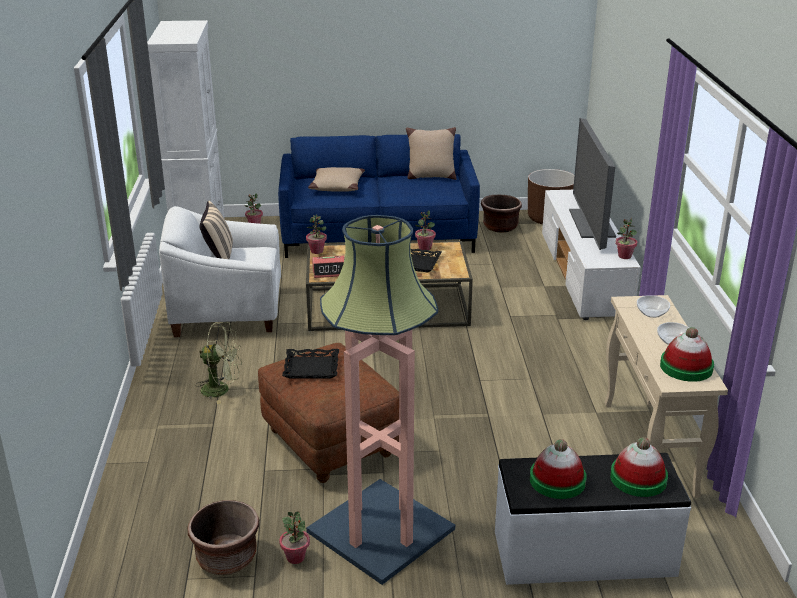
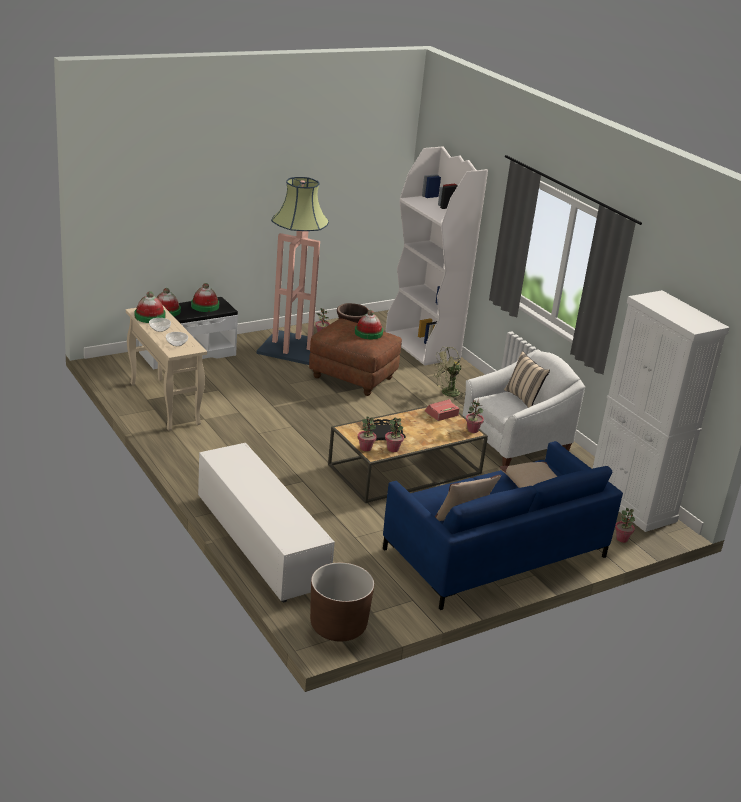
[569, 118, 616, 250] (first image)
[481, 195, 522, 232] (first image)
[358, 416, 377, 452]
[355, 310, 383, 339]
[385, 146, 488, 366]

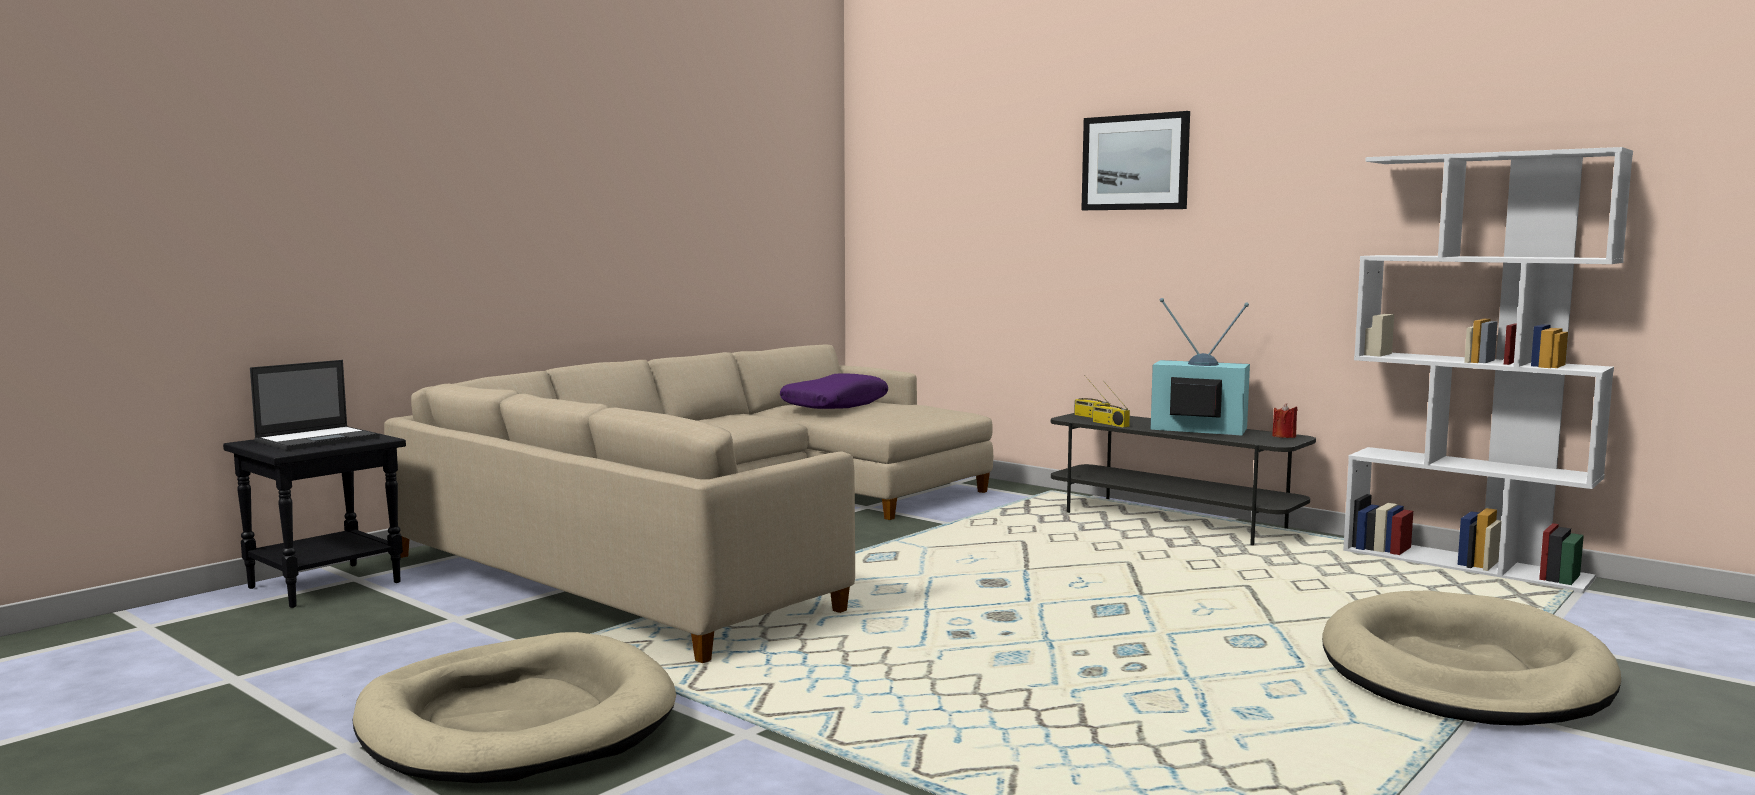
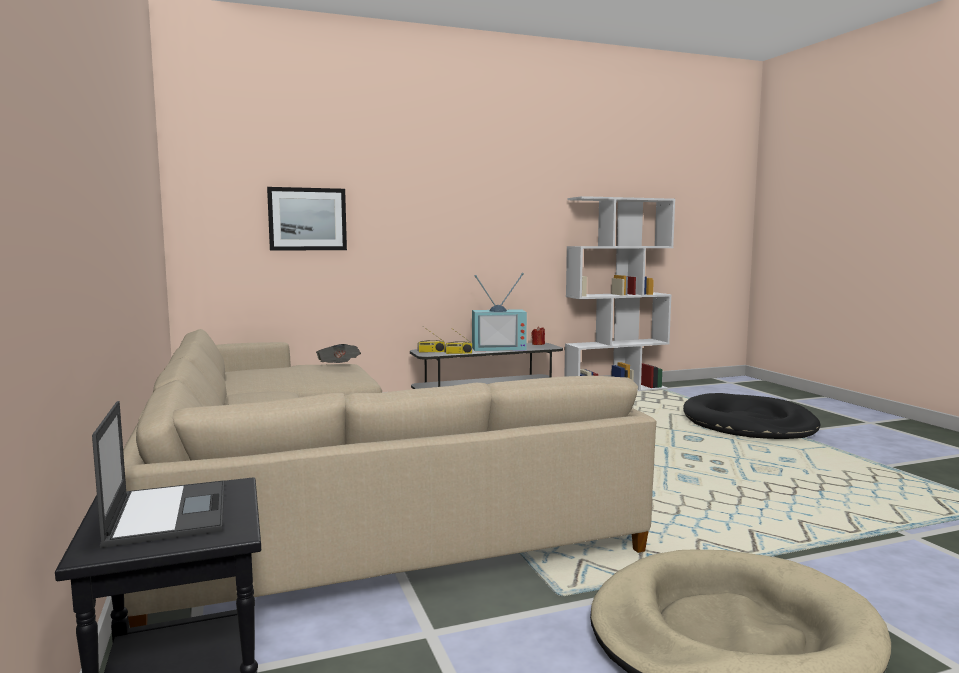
[267, 187, 347, 251]
[472, 273, 527, 351]
[780, 373, 888, 409] (first image)
[683, 393, 821, 439]
[316, 344, 361, 363]

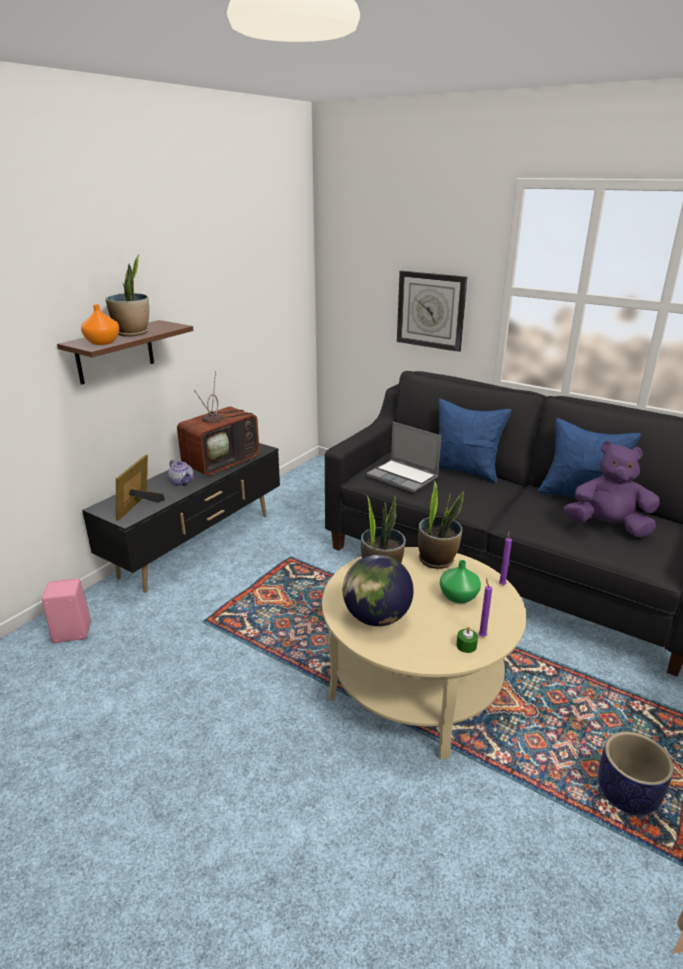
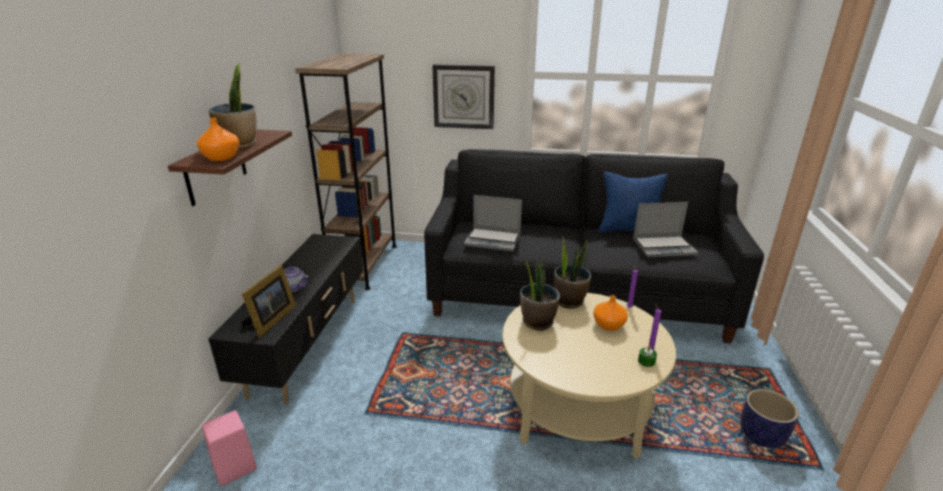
[177, 371, 259, 476] (first image)
[438, 399, 512, 483] (first image)
[633, 202, 698, 257]
[242, 265, 296, 337]
[343, 554, 414, 626] (first image)
[593, 295, 628, 331]
[295, 54, 397, 290]

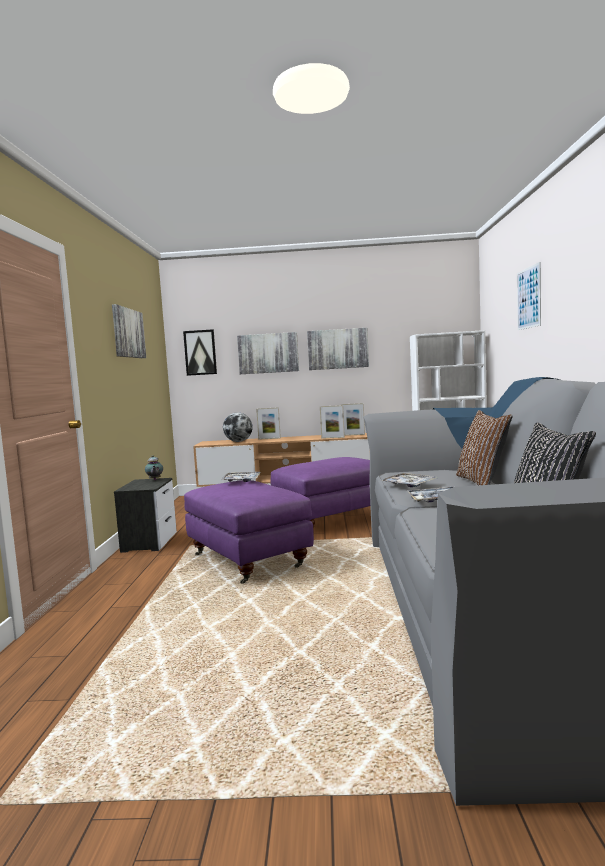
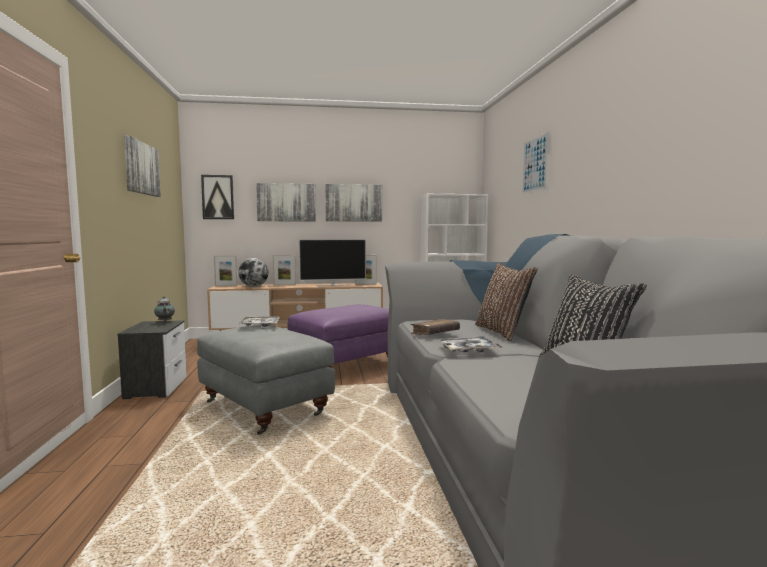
[214, 256, 237, 286]
[410, 319, 460, 335]
[197, 325, 335, 434]
[299, 239, 366, 286]

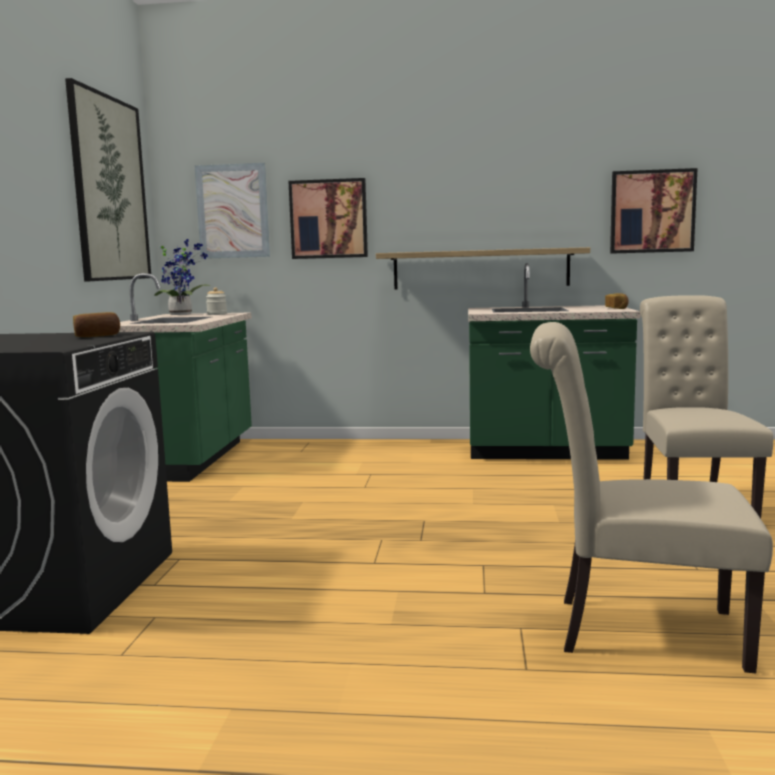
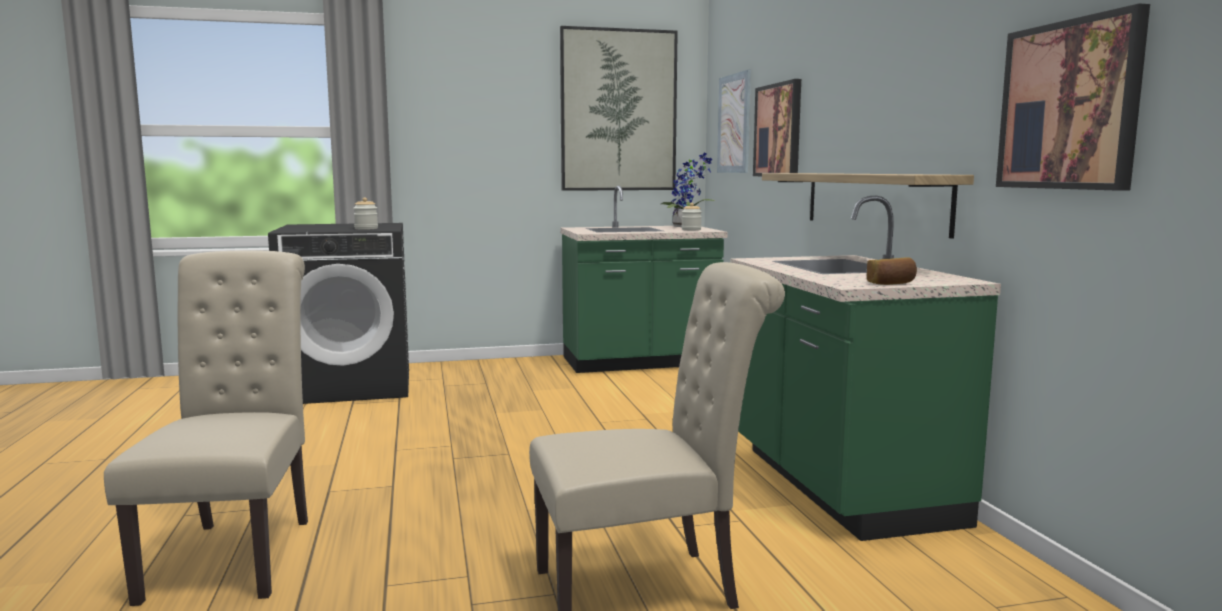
[353, 197, 378, 230]

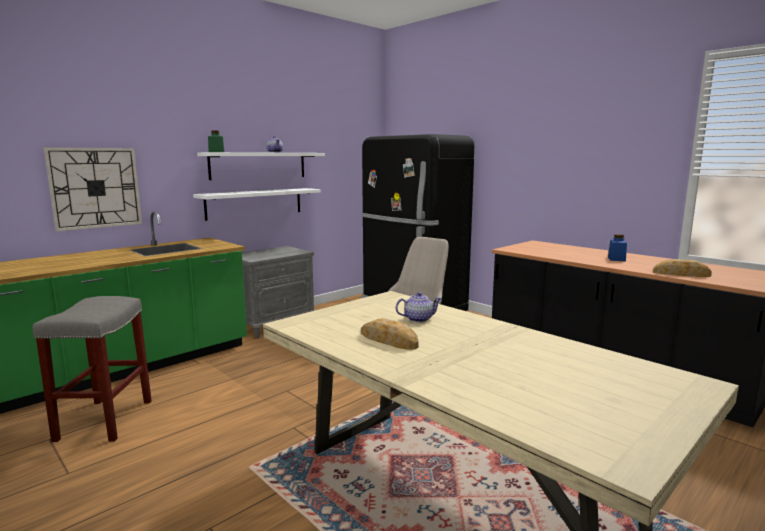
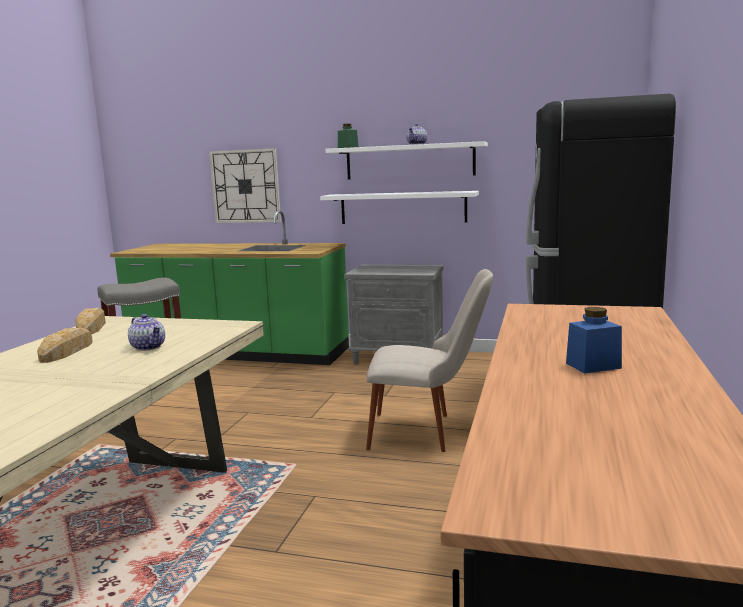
[75, 308, 106, 334]

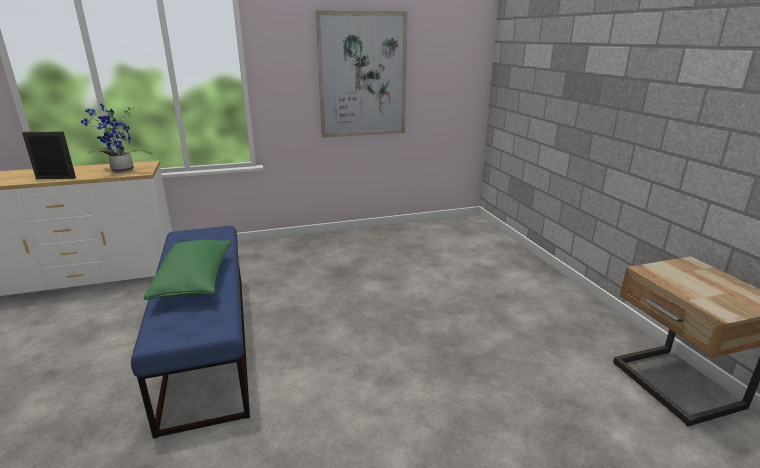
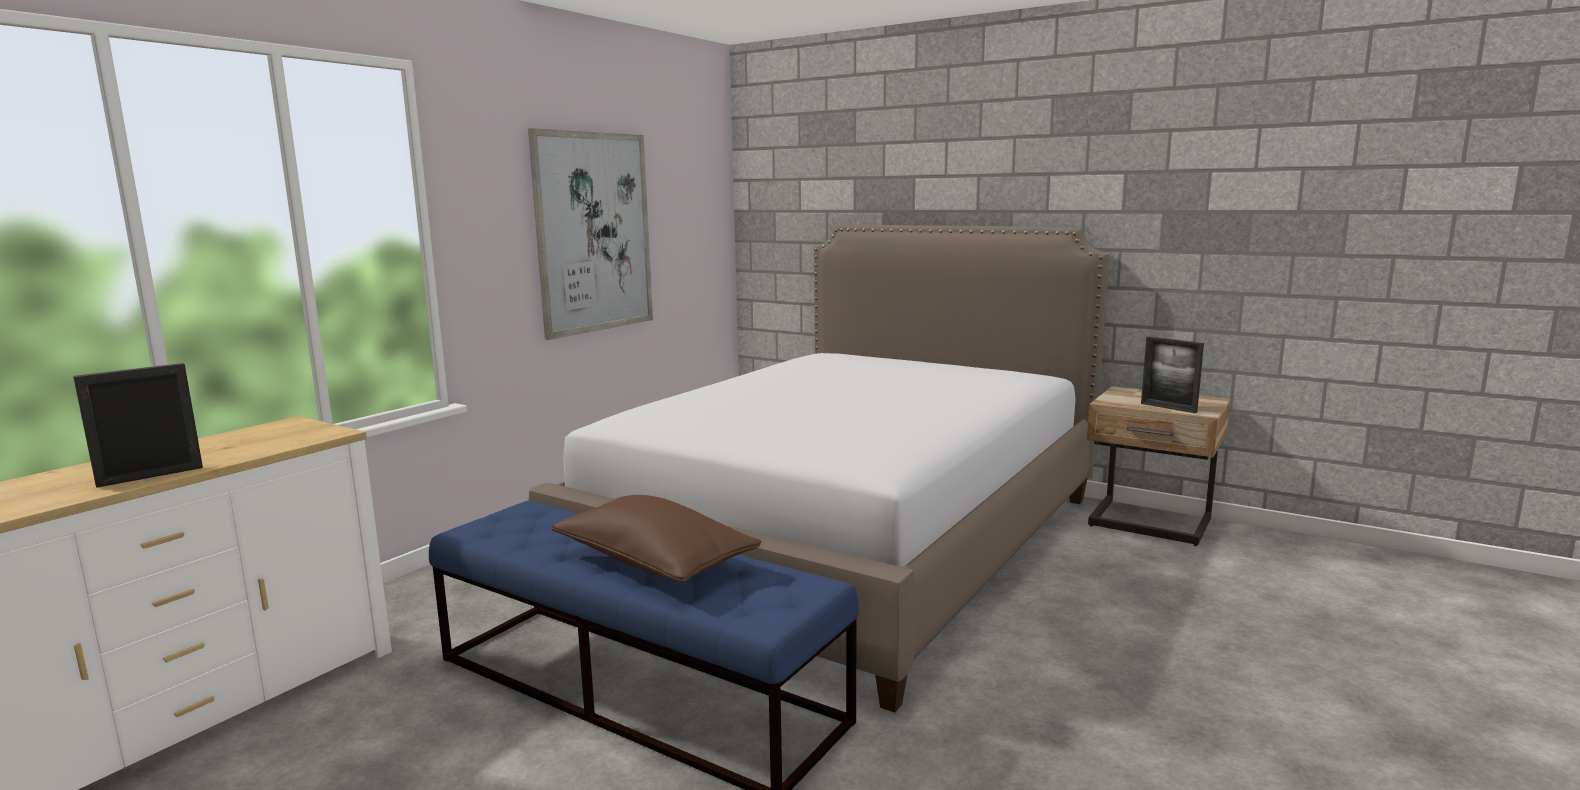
[81, 103, 153, 173] (first image)
[552, 495, 762, 583]
[529, 225, 1110, 713]
[1141, 337, 1204, 413]

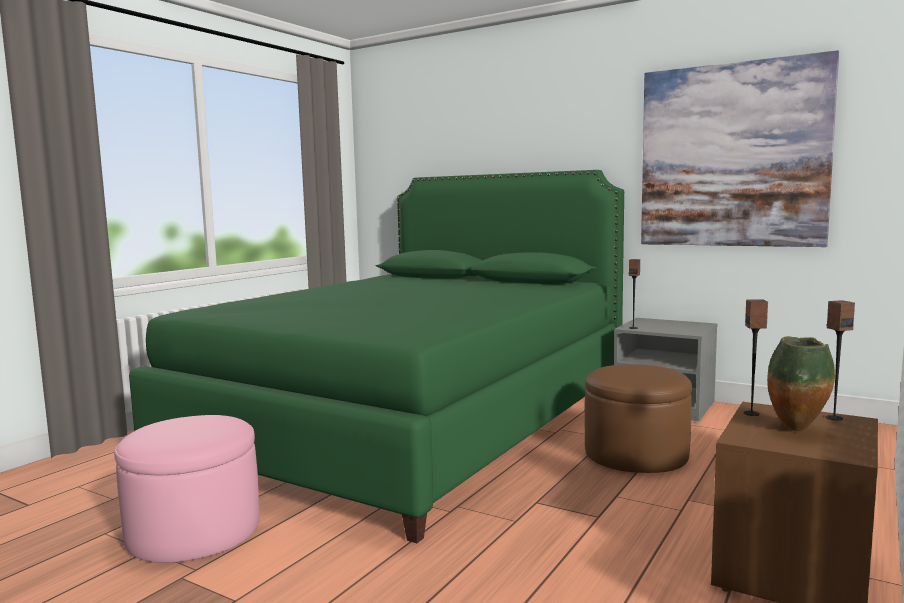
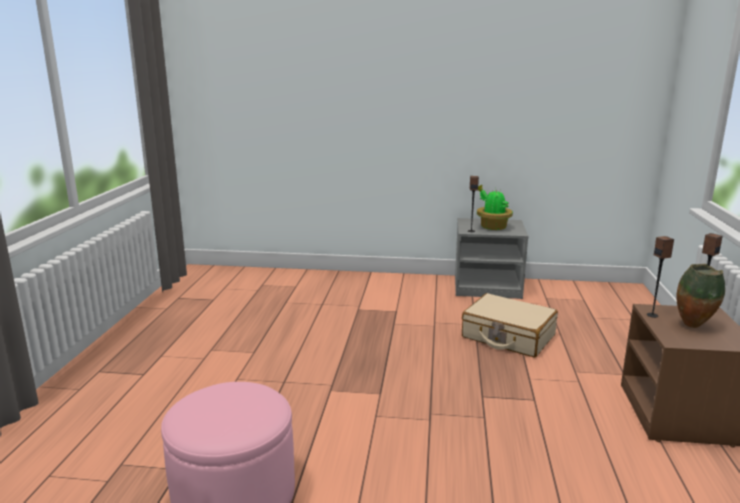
[641, 50, 839, 247] (first image)
[129, 170, 624, 543] (first image)
[462, 293, 558, 358]
[477, 185, 513, 230]

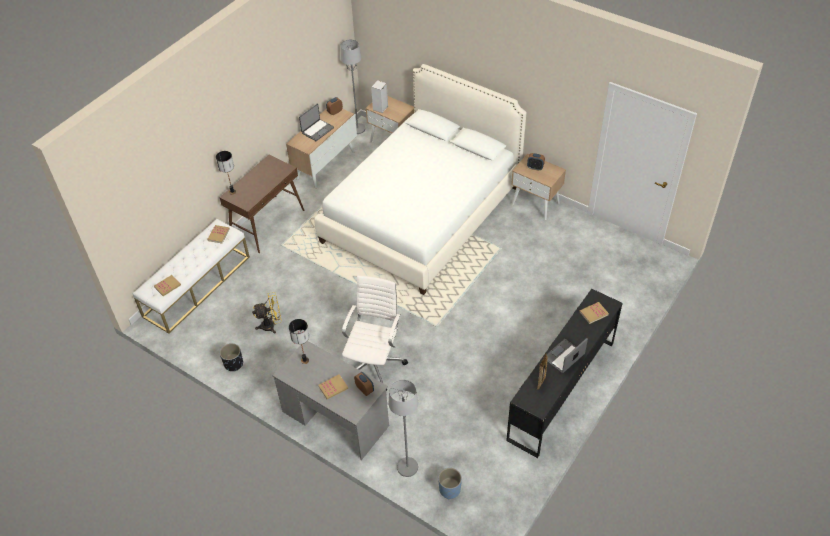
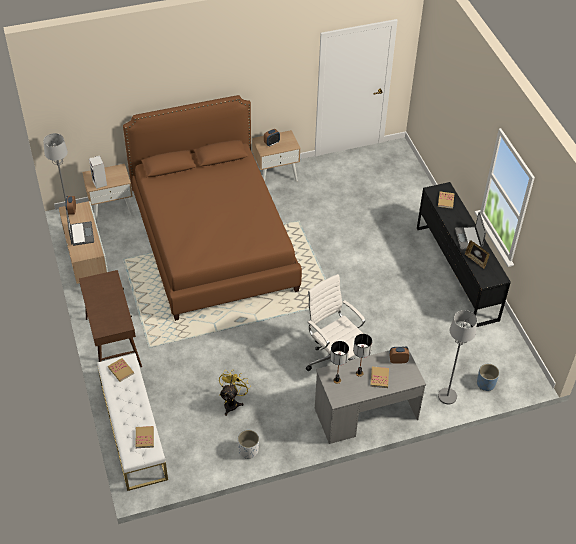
[123, 95, 302, 321]
[353, 334, 372, 377]
[238, 430, 259, 459]

